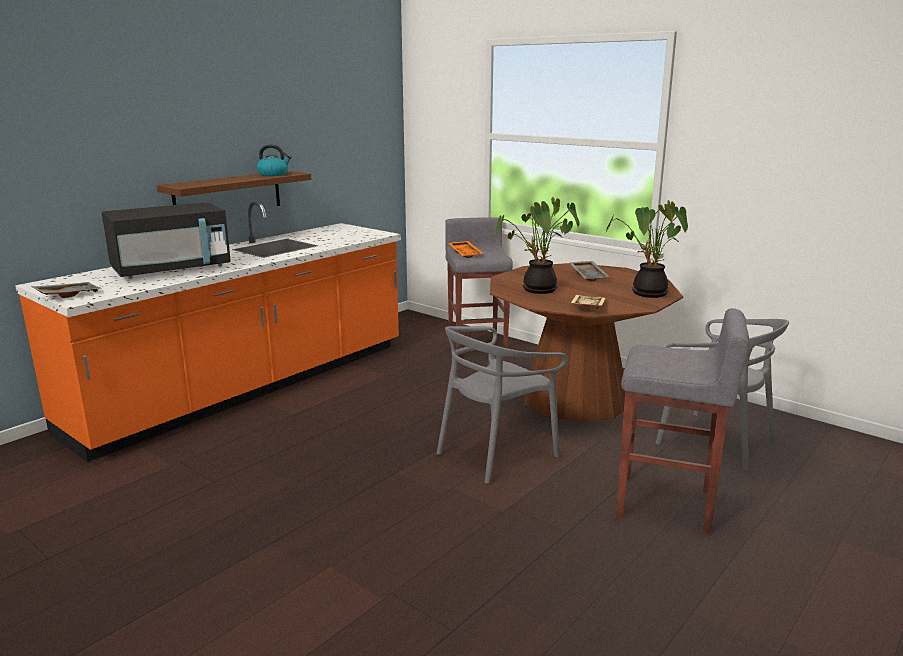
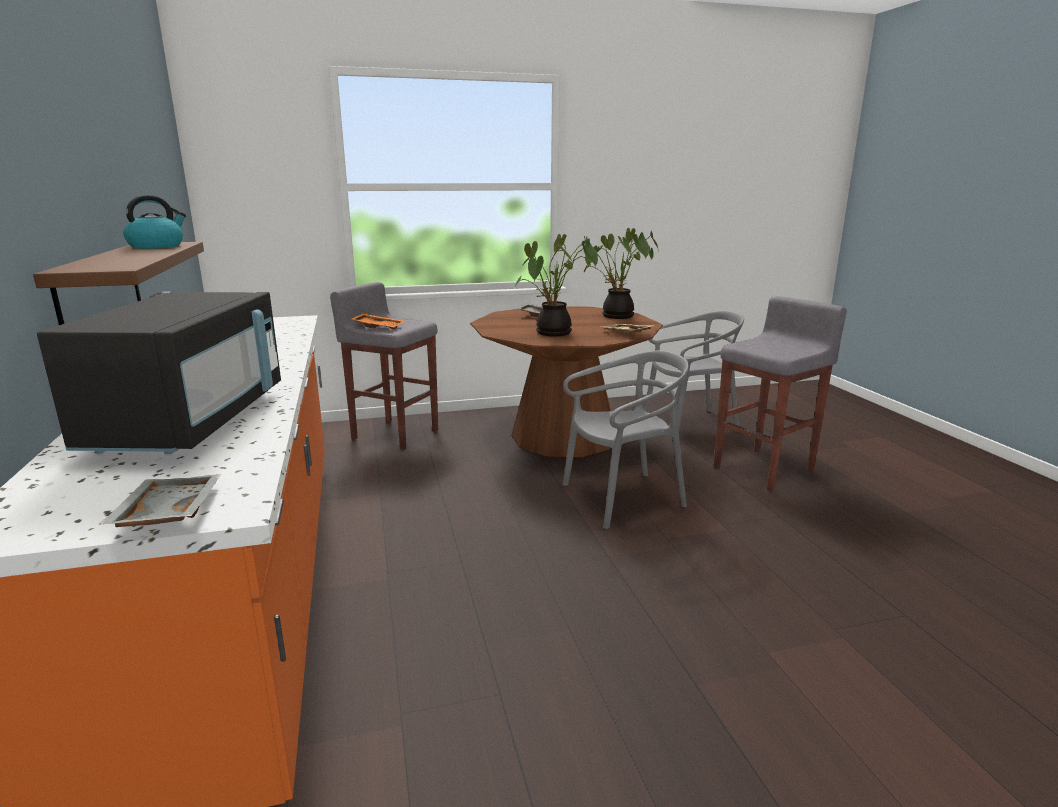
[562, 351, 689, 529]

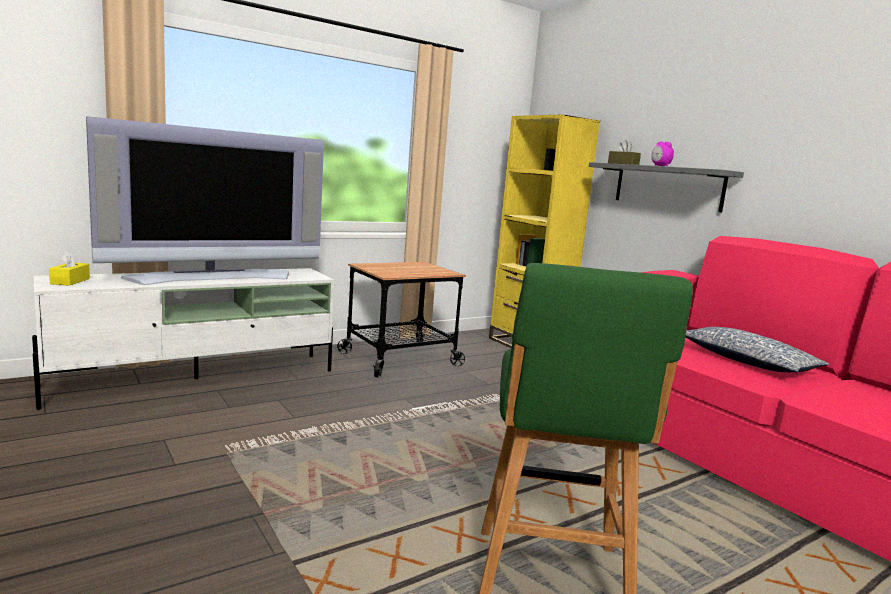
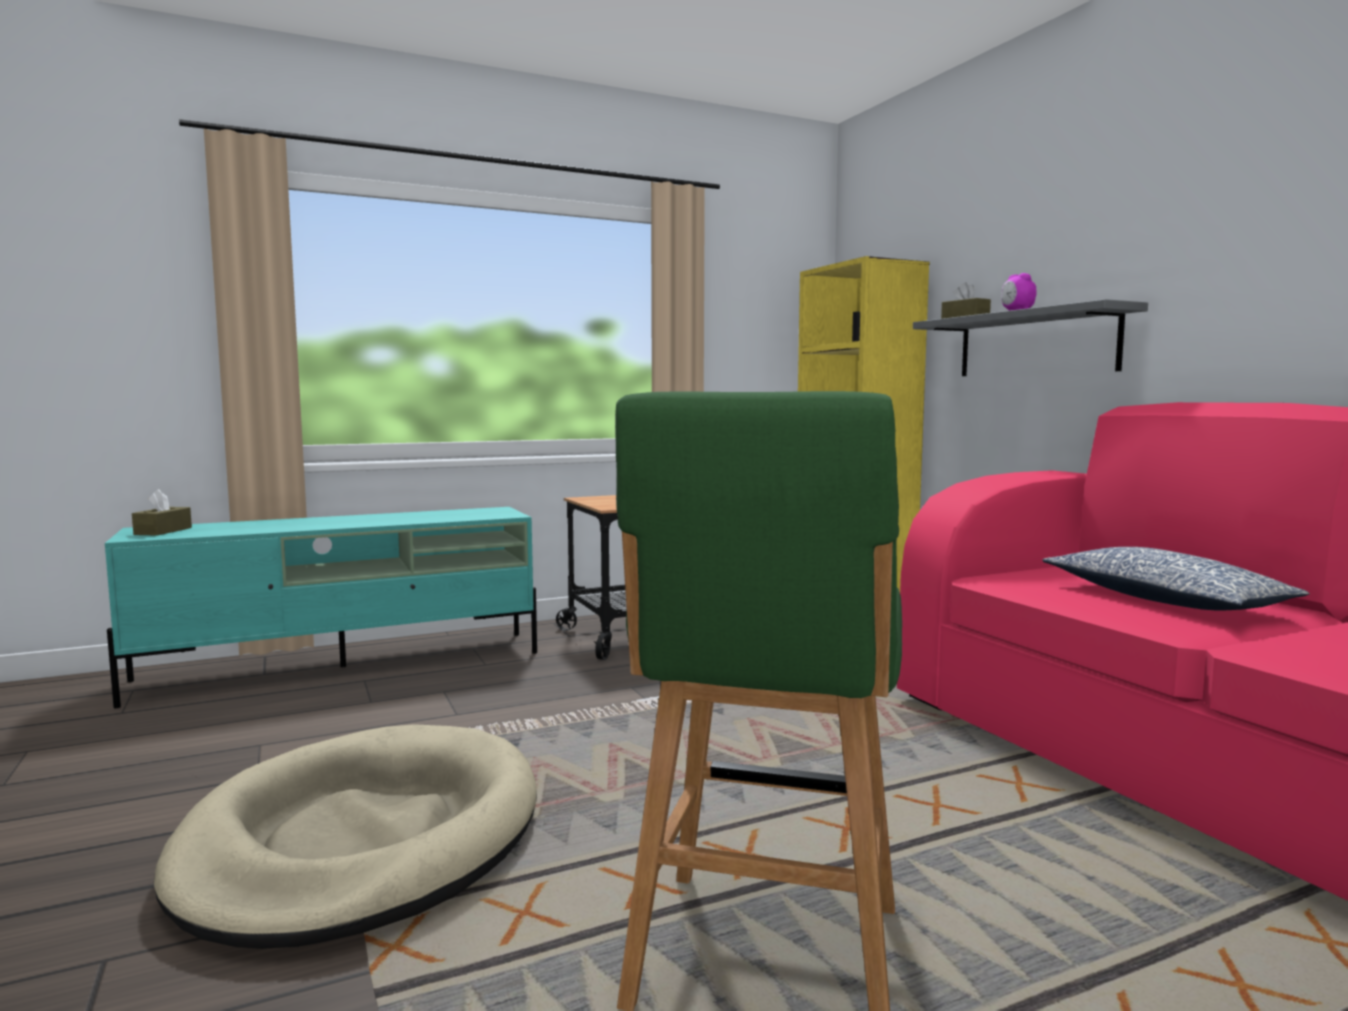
[86, 116, 324, 285] (first image)
[132, 489, 192, 536]
[105, 507, 537, 708]
[154, 724, 537, 949]

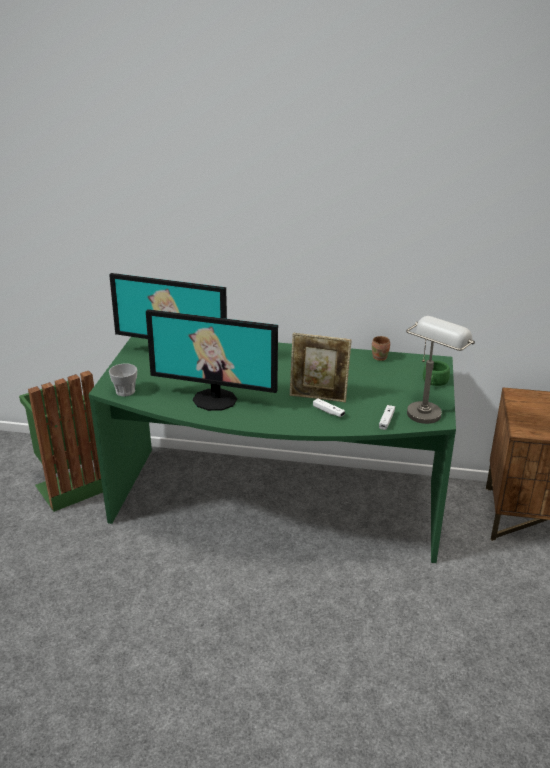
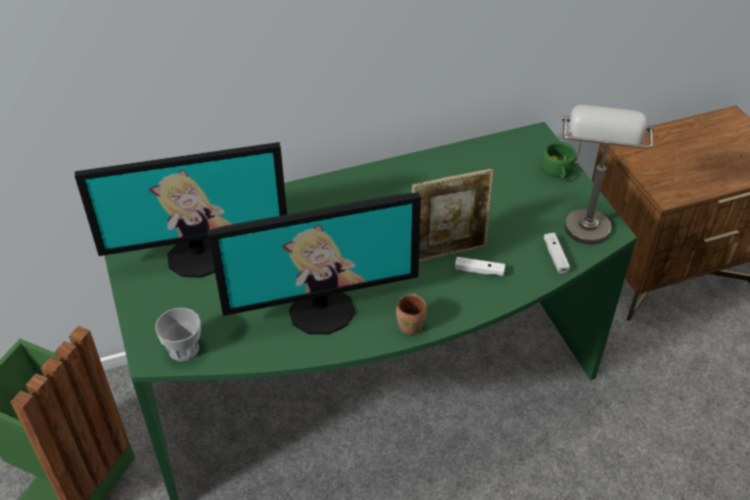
[396, 293, 427, 335]

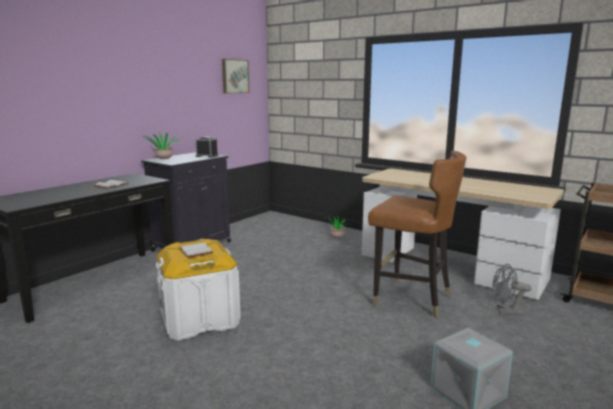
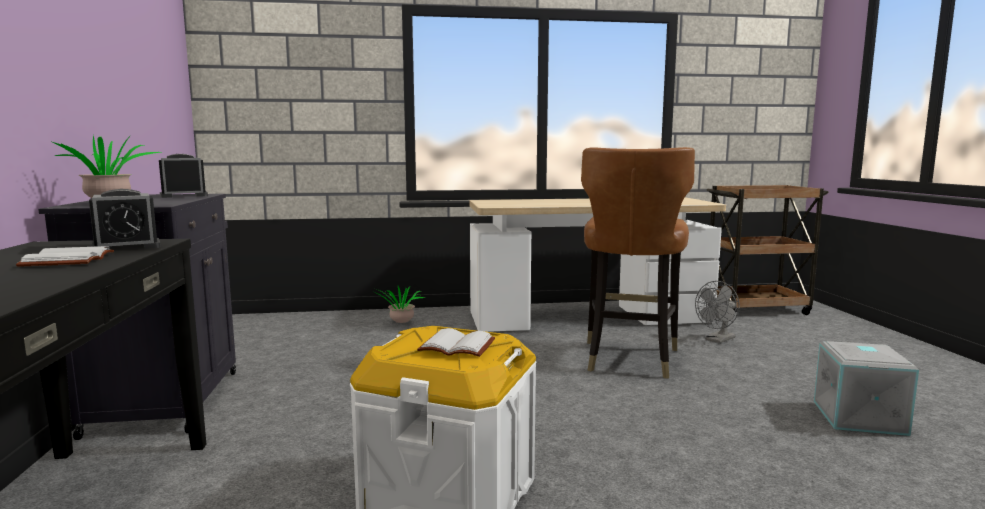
[222, 59, 250, 93] (first image)
[581, 147, 695, 379]
[89, 189, 161, 250]

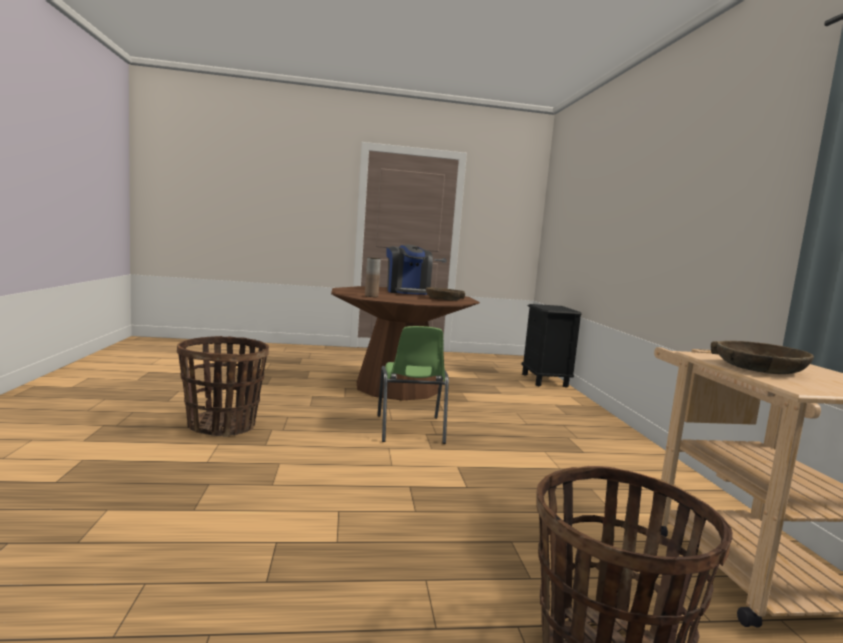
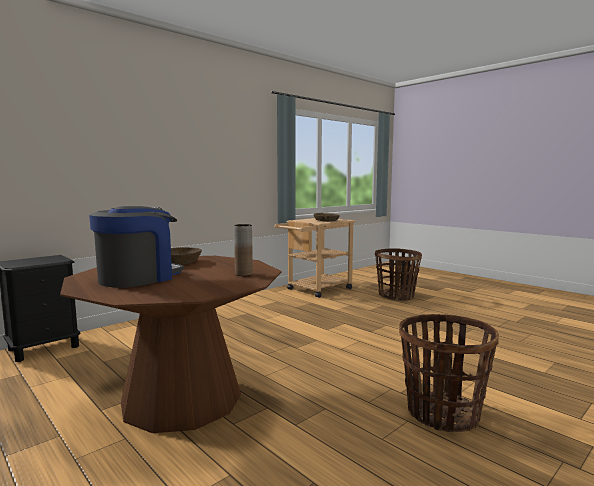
[377, 326, 449, 444] (first image)

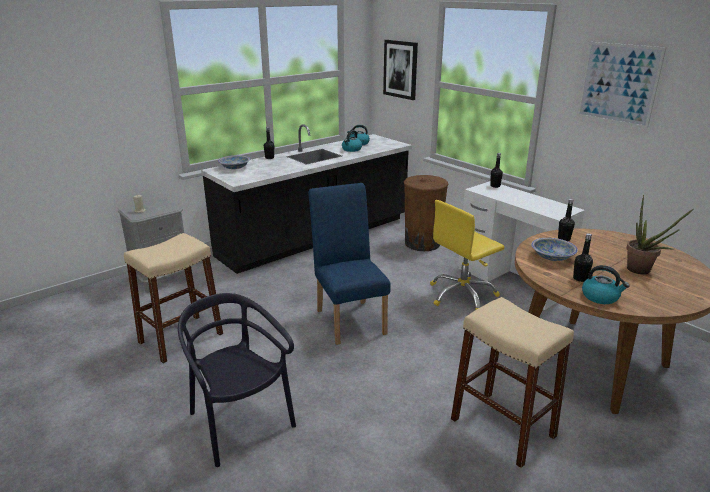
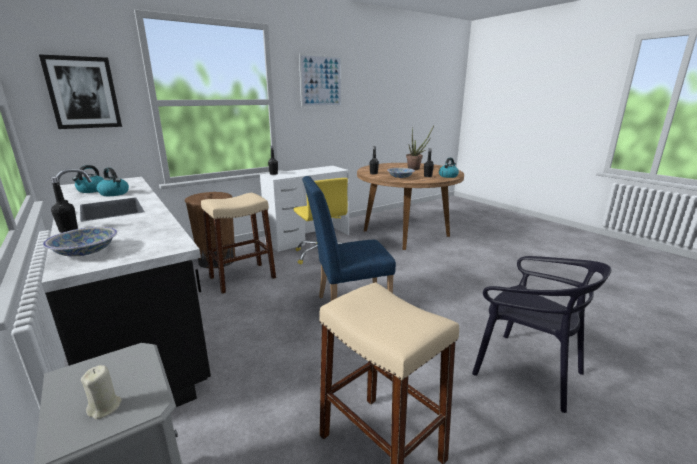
[472, 256, 612, 413]
[201, 193, 276, 294]

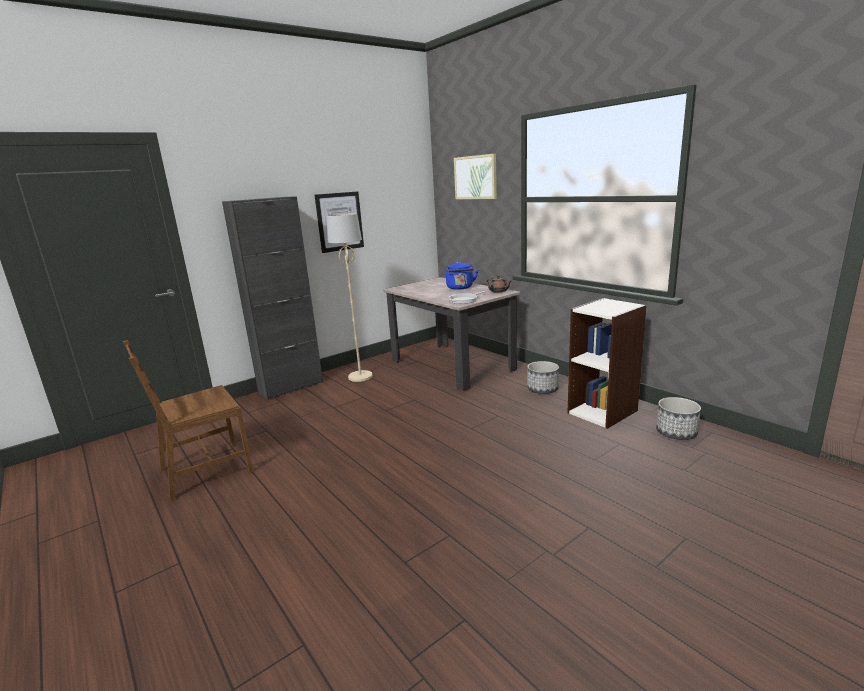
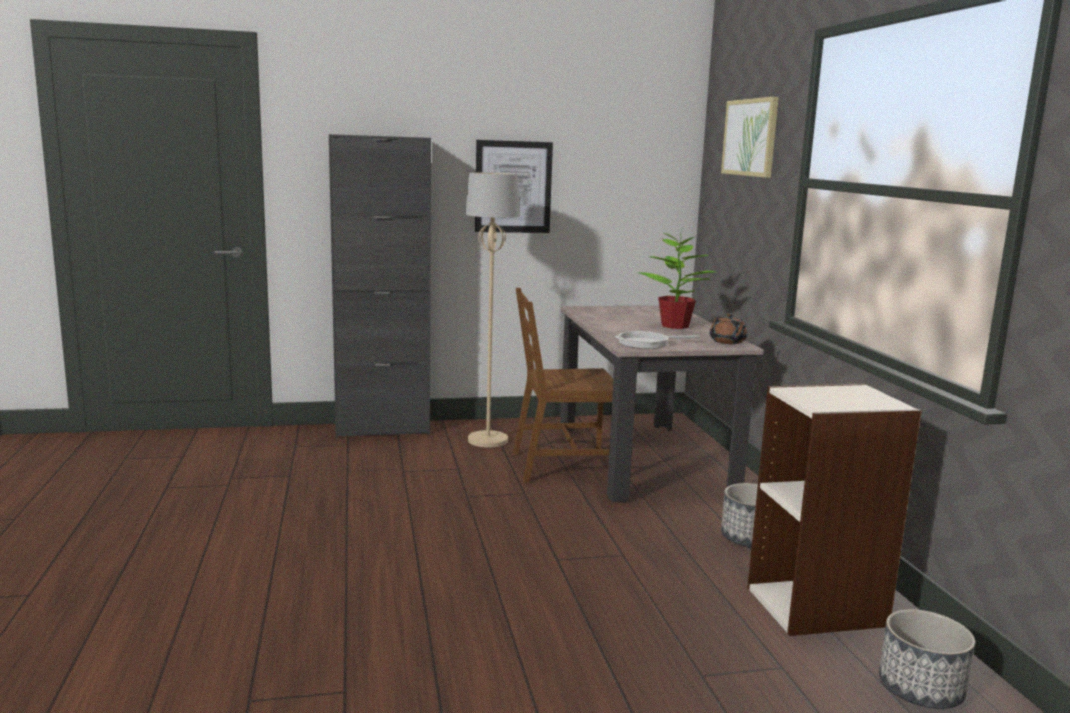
[638, 230, 715, 329]
[513, 288, 613, 482]

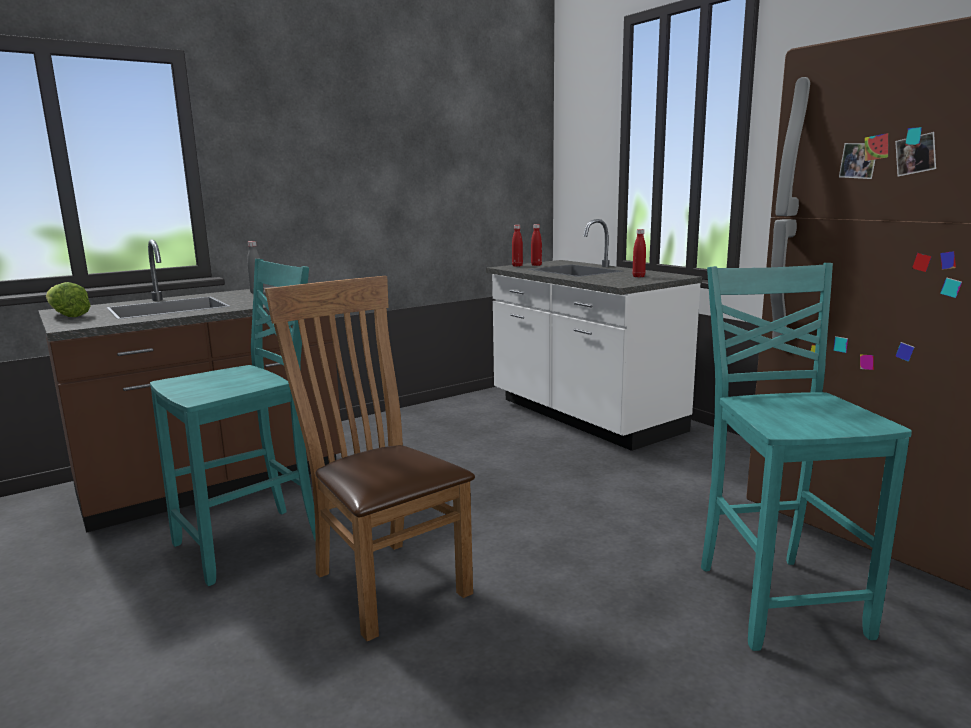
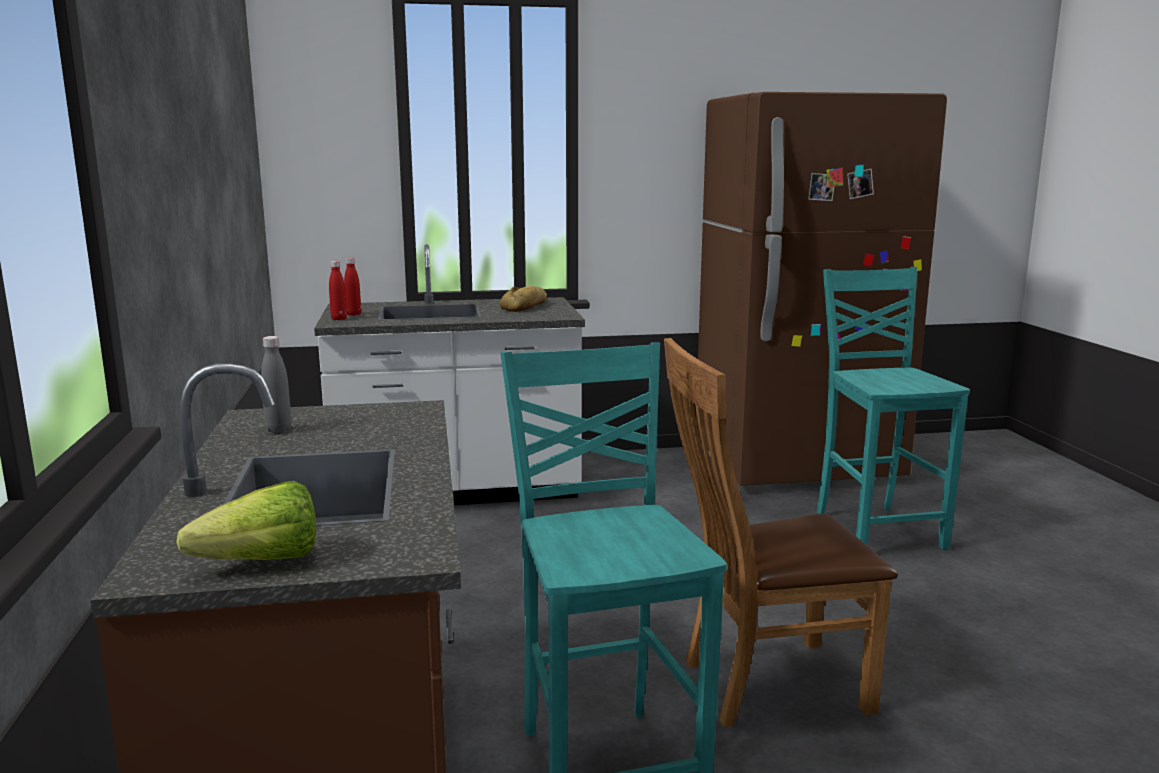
[500, 286, 547, 312]
[817, 267, 970, 550]

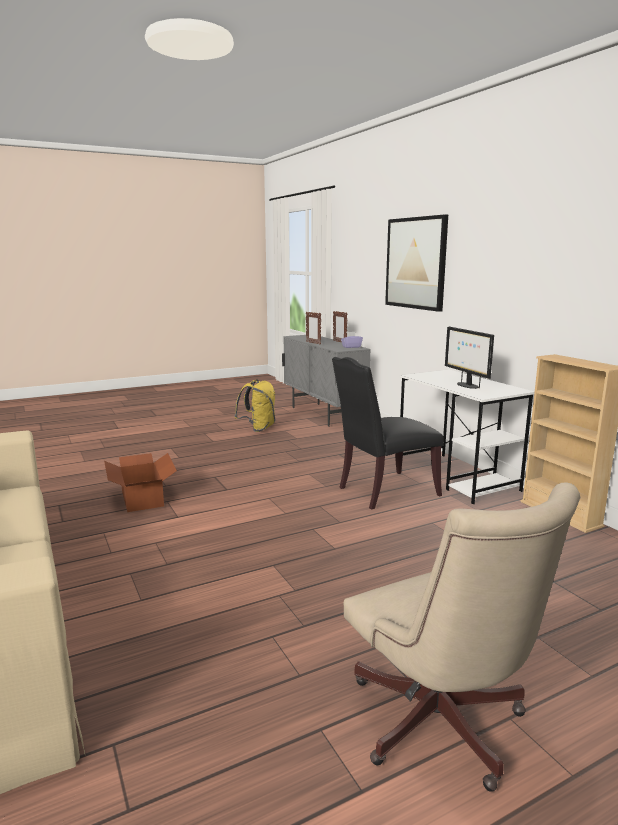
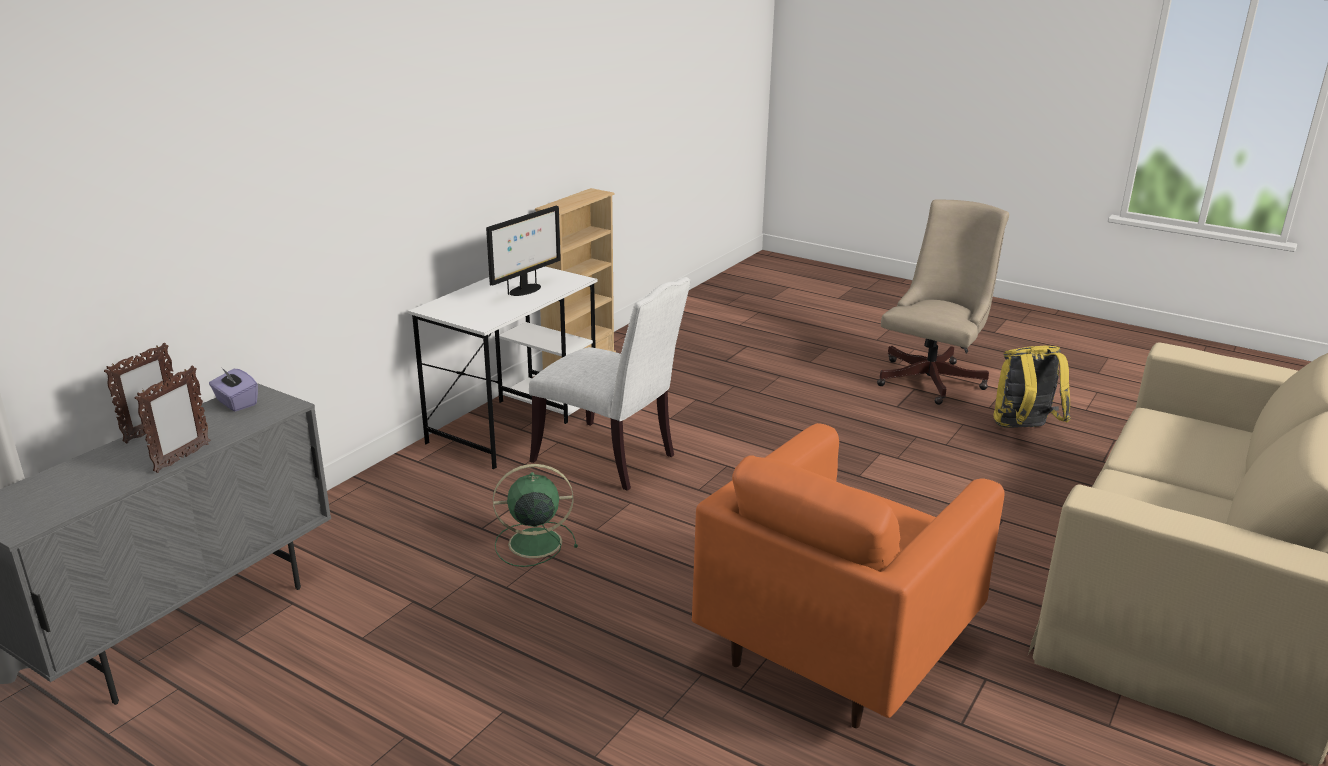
[385, 214, 448, 312] (first image)
[529, 277, 691, 491]
[993, 346, 1071, 428]
[692, 423, 1005, 728]
[493, 464, 578, 567]

